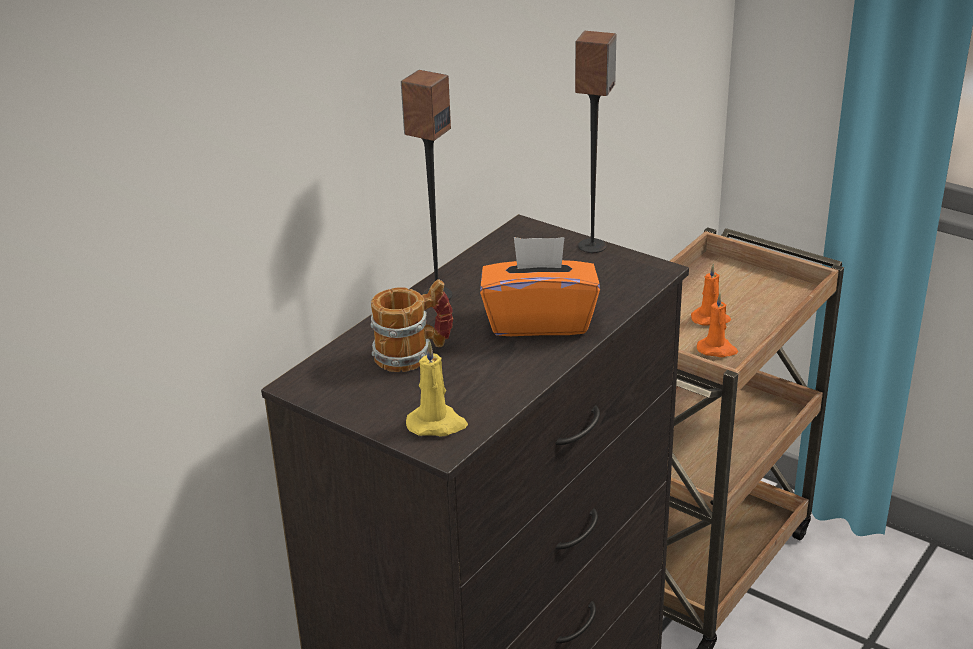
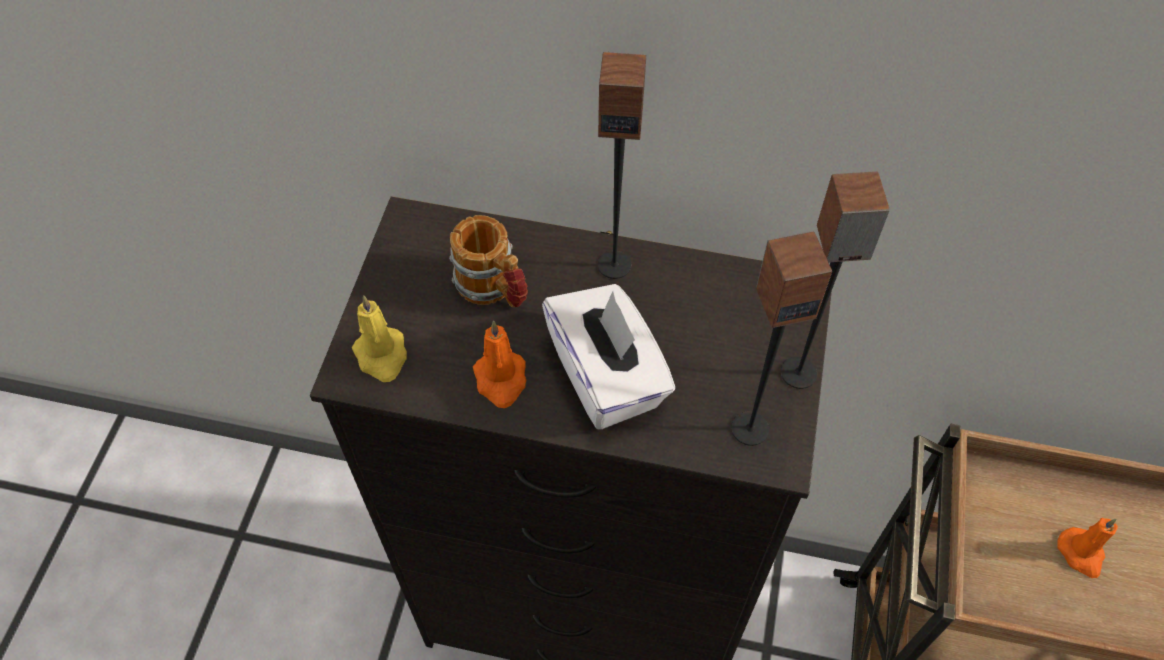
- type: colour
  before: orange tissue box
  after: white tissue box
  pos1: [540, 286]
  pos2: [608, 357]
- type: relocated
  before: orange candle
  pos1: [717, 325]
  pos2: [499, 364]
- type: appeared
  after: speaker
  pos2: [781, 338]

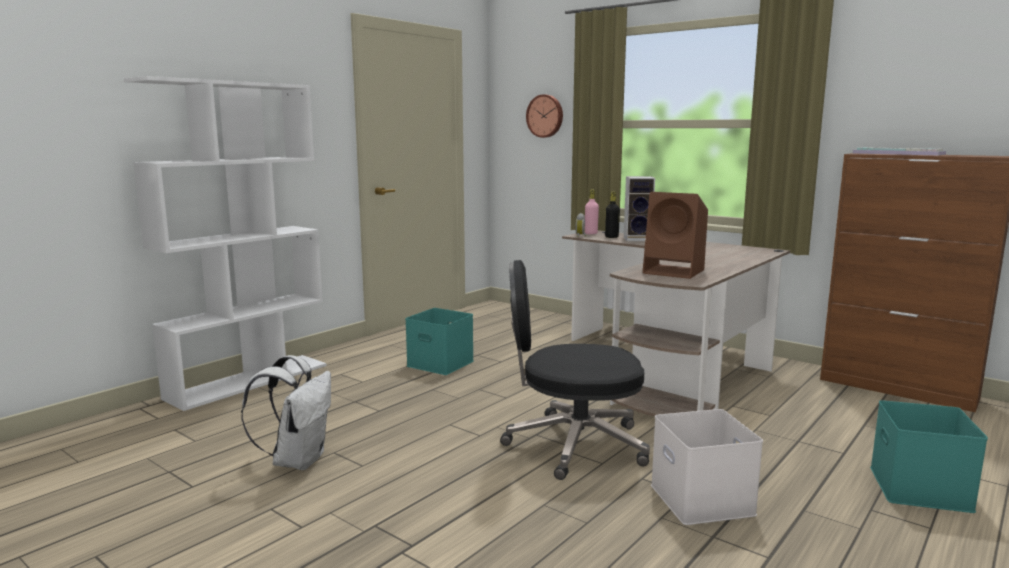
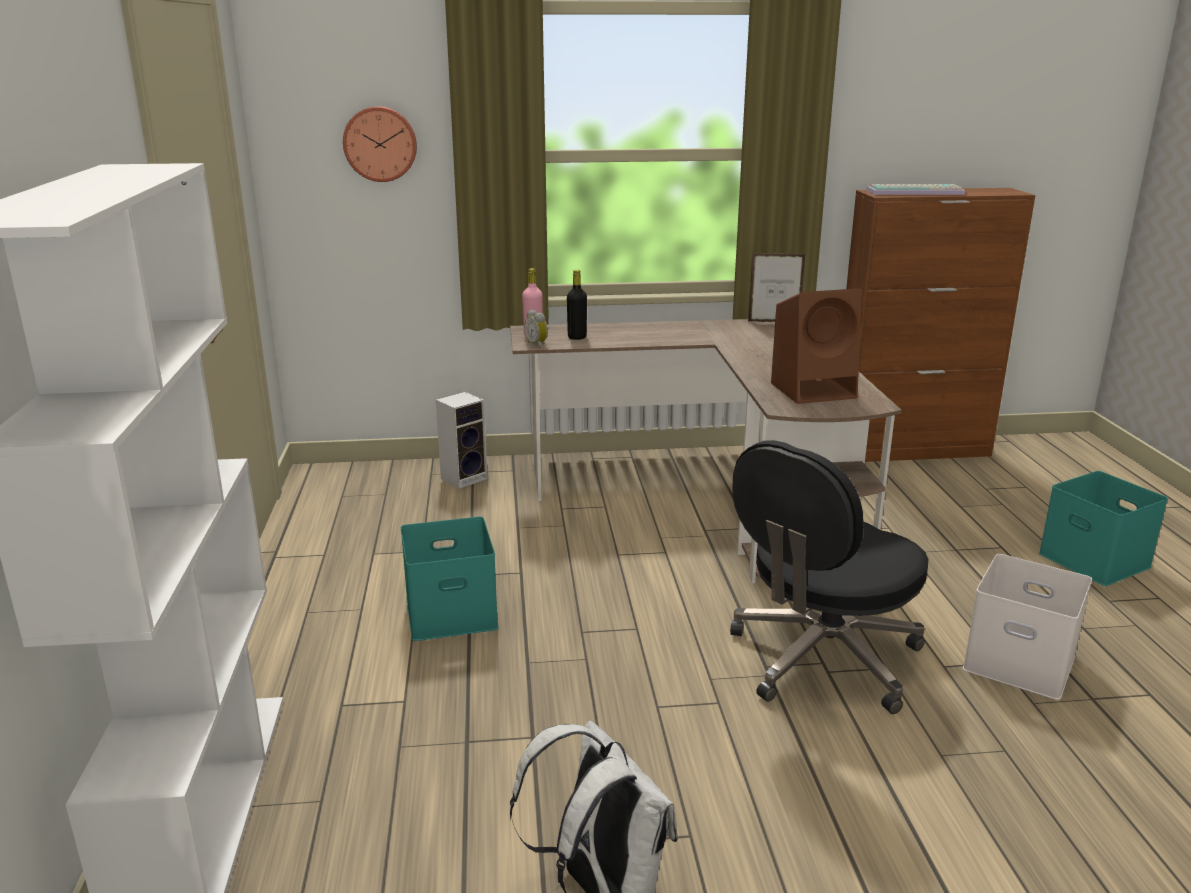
- type: relocated
  before: speaker
  pos1: [639, 208]
  pos2: [462, 440]
- type: appeared
  after: picture frame
  pos2: [776, 287]

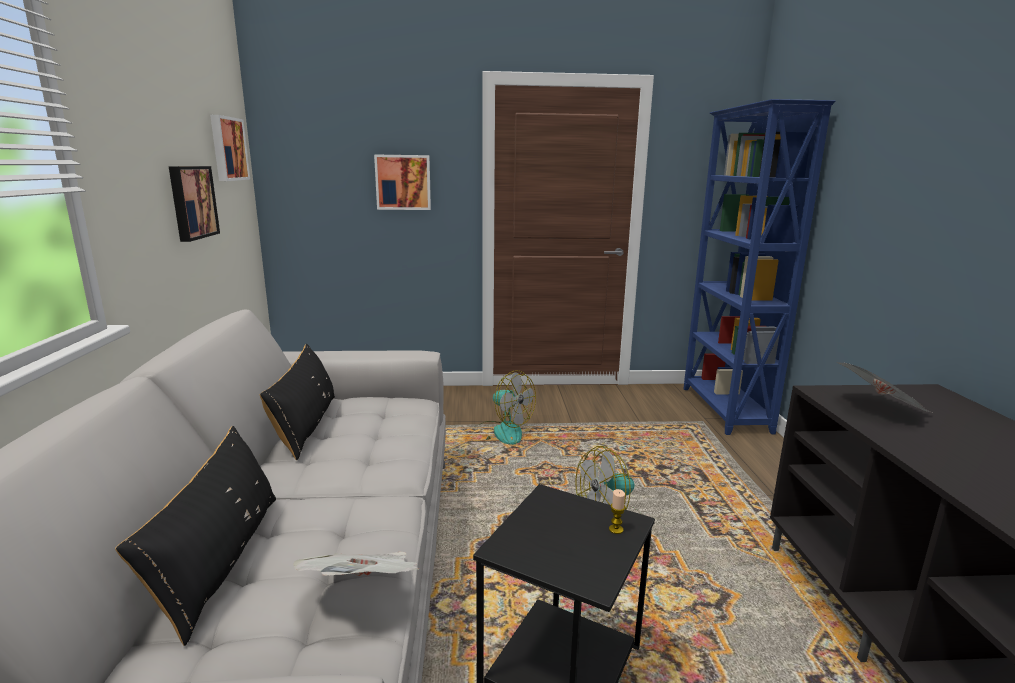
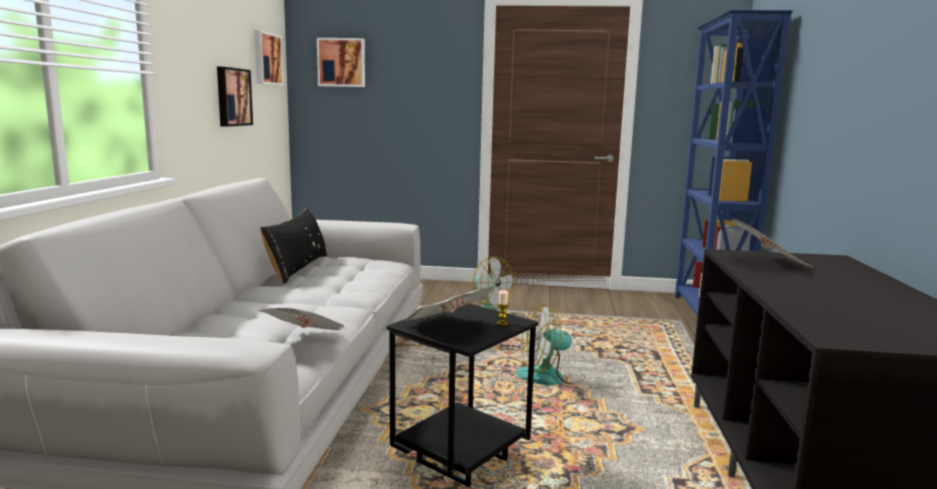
- type: missing
  before: black pillow
  pos1: [195, 536]
- type: relocated
  before: picture
  pos1: [402, 182]
  pos2: [341, 62]
- type: appeared
  after: newspaper
  pos2: [450, 304]

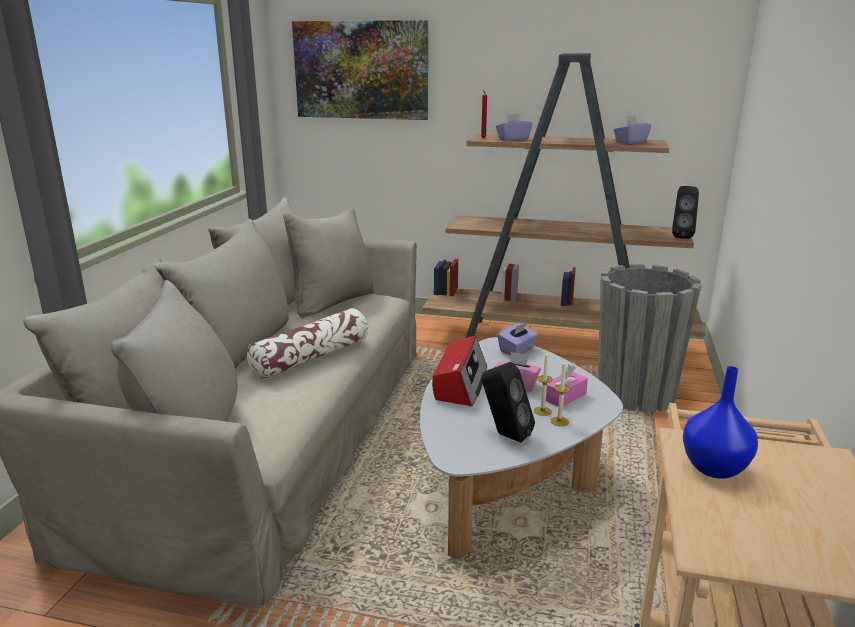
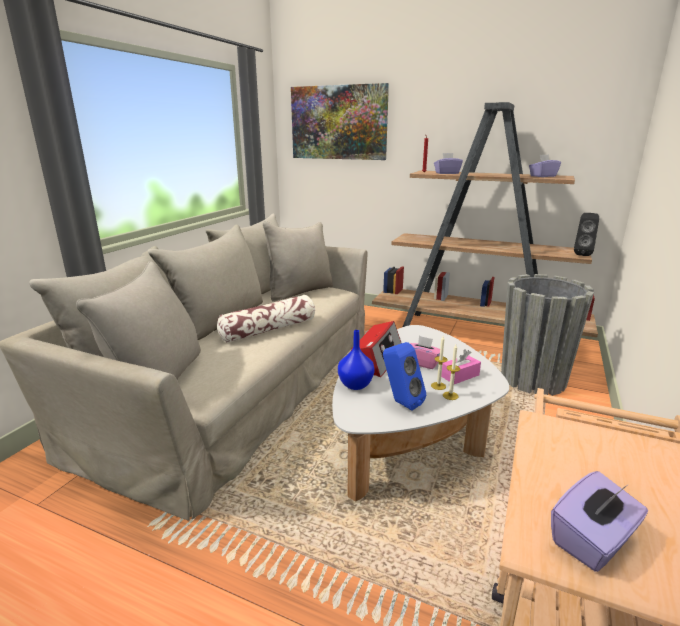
- type: colour
  before: black speaker
  after: blue speaker
  pos1: [508, 402]
  pos2: [404, 376]
- type: relocated
  before: purple tissue box
  pos1: [518, 338]
  pos2: [599, 521]
- type: relocated
  before: blue vase
  pos1: [720, 422]
  pos2: [356, 360]

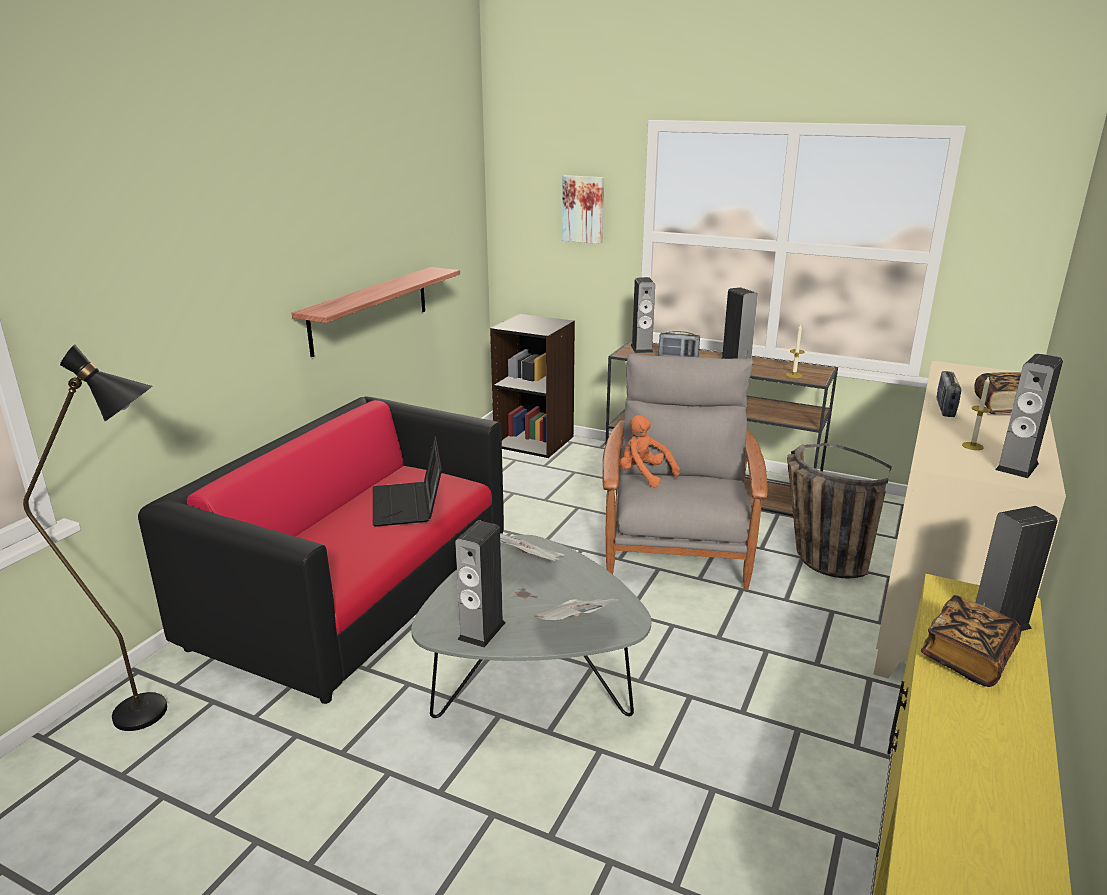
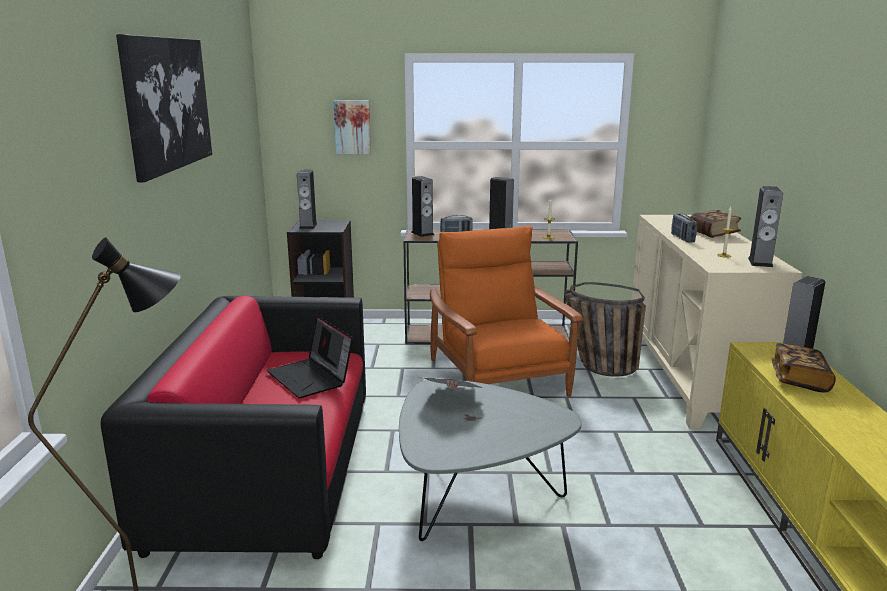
- type: missing
  before: shelf
  pos1: [376, 312]
- type: relocated
  before: speaker
  pos1: [480, 584]
  pos2: [307, 199]
- type: missing
  before: newspaper
  pos1: [576, 609]
- type: colour
  before: grey armchair
  after: orange armchair
  pos1: [685, 472]
  pos2: [506, 311]
- type: missing
  before: orange plush toy
  pos1: [649, 451]
- type: appeared
  after: picture
  pos2: [164, 108]

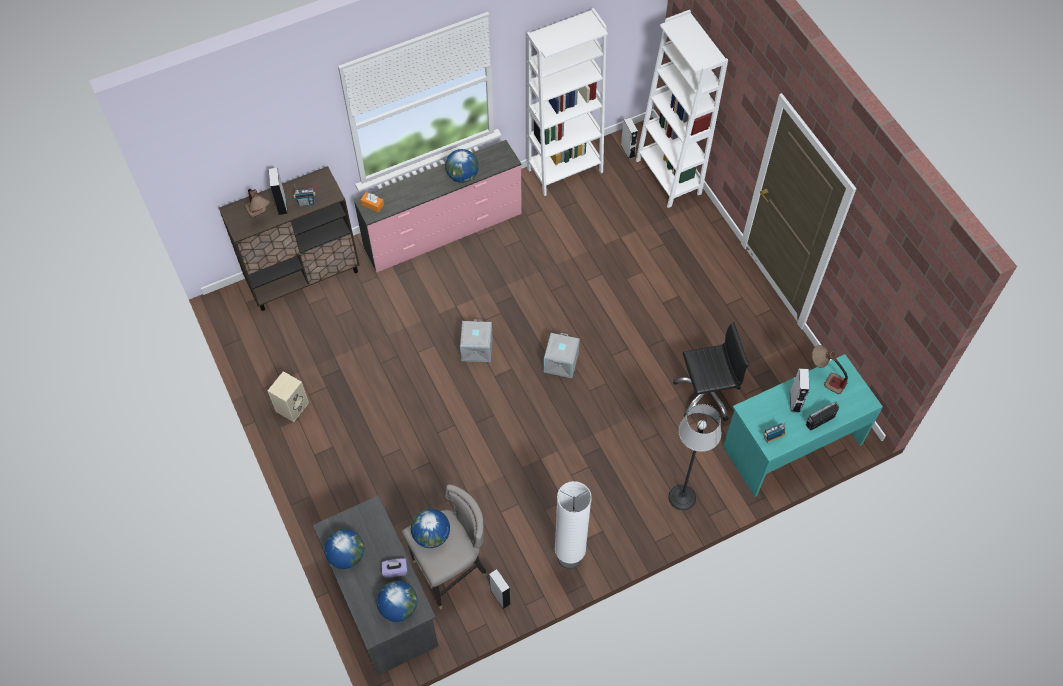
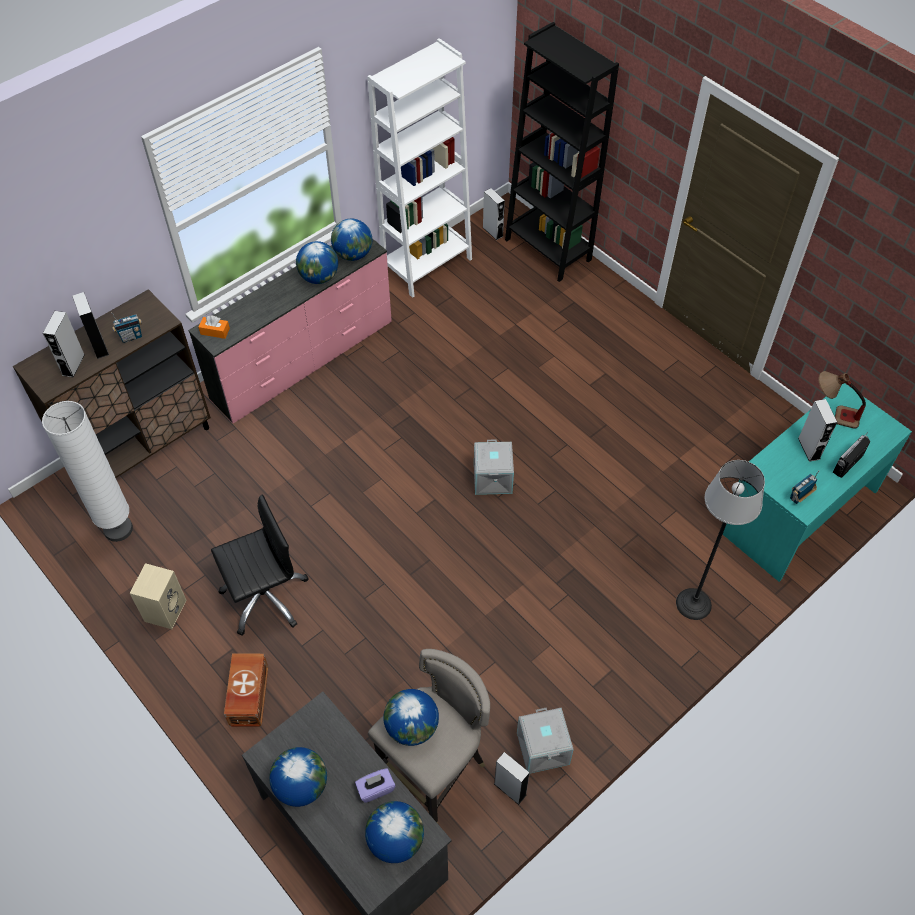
- type: exchanged
  before: table lamp
  after: grey speaker
  pos1: [257, 203]
  pos2: [64, 344]
- type: relocated
  before: grey storage box
  pos1: [476, 340]
  pos2: [545, 741]
- type: relocated
  before: white floor lamp
  pos1: [573, 525]
  pos2: [87, 471]
- type: colour
  before: white bookcase
  after: black bookcase
  pos1: [682, 109]
  pos2: [562, 152]
- type: relocated
  before: black office chair
  pos1: [711, 371]
  pos2: [260, 565]
- type: appeared
  after: brown storage box
  pos2: [246, 690]
- type: appeared
  after: globe
  pos2: [351, 240]

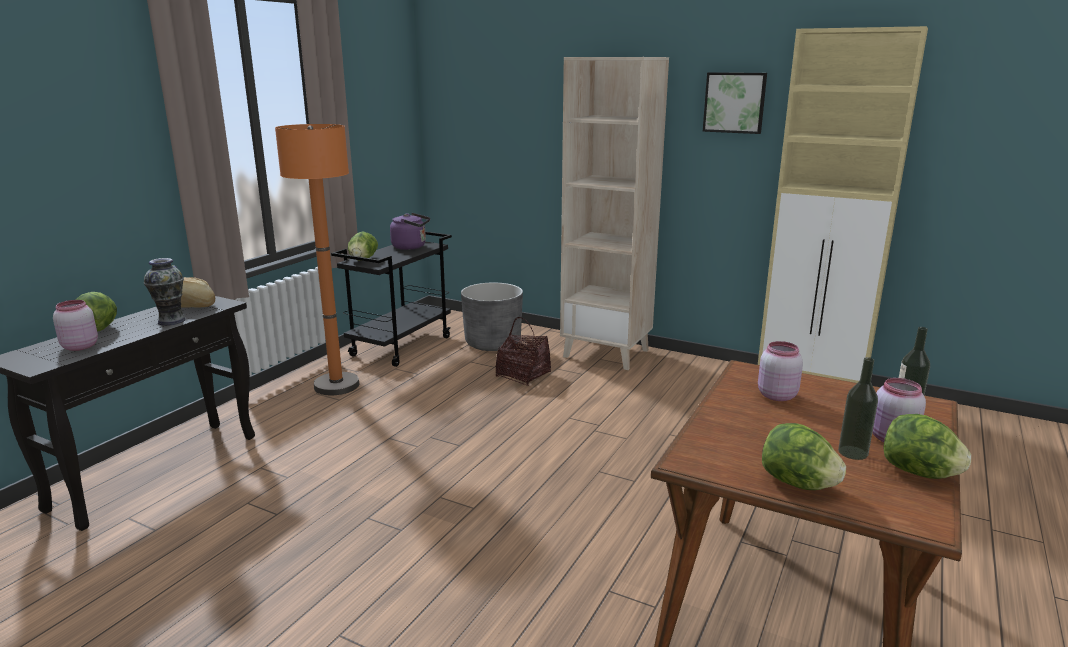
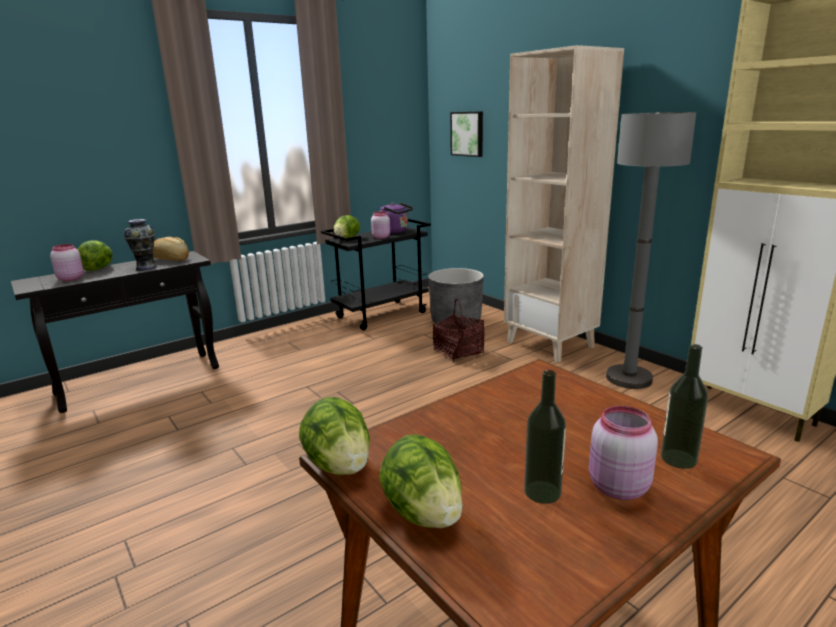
- type: missing
  before: orange floor lamp
  pos1: [317, 259]
- type: relocated
  before: picture
  pos1: [735, 103]
  pos2: [466, 134]
- type: relocated
  before: pink jar
  pos1: [780, 371]
  pos2: [380, 225]
- type: relocated
  before: lettuce
  pos1: [927, 446]
  pos2: [334, 436]
- type: appeared
  after: grey floor lamp
  pos2: [651, 250]

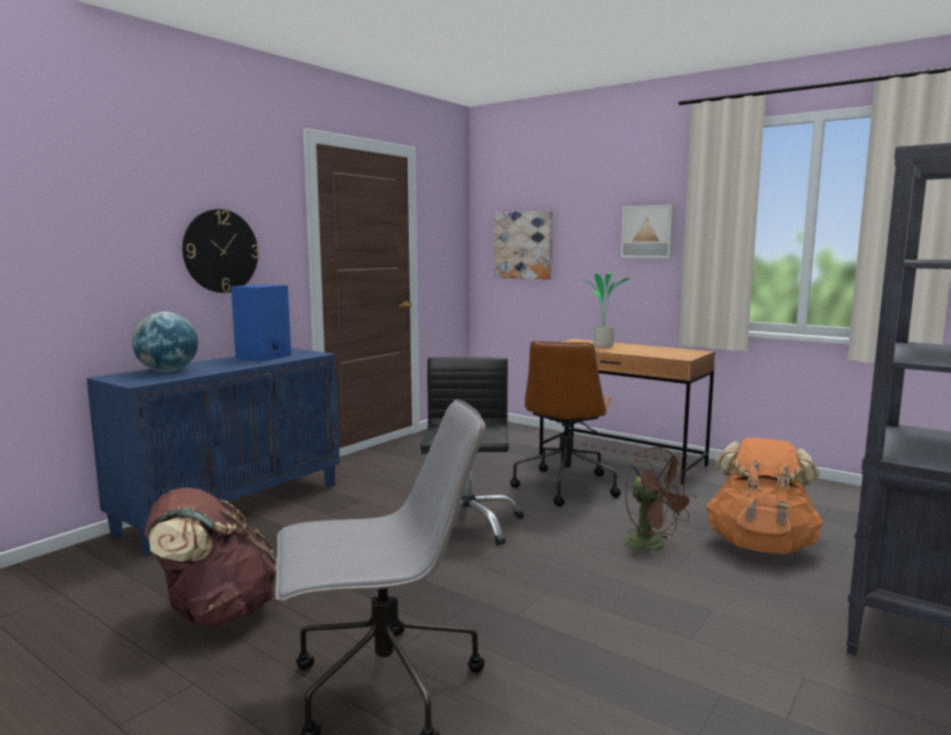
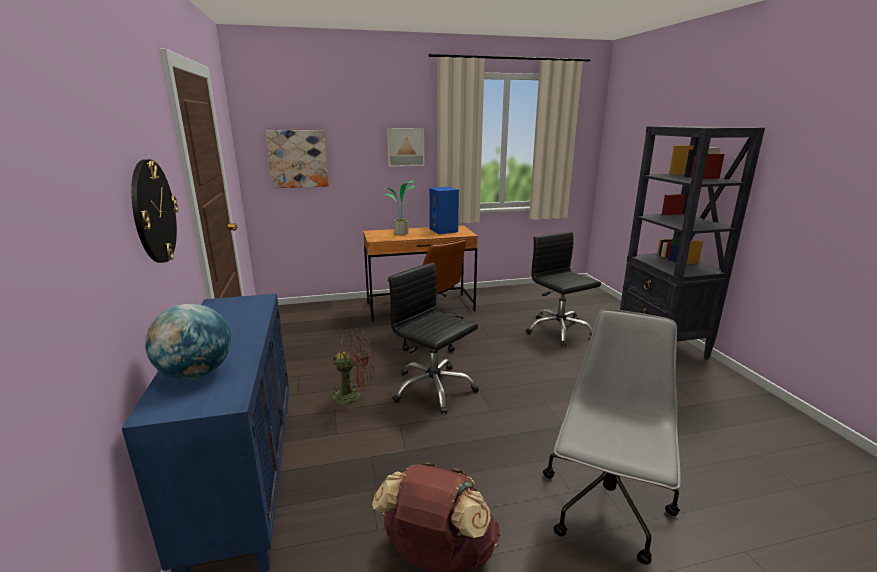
- type: relocated
  before: blue speaker
  pos1: [261, 323]
  pos2: [444, 210]
- type: relocated
  before: brown fan
  pos1: [661, 502]
  pos2: [351, 370]
- type: exchanged
  before: orange backpack
  after: black office chair
  pos1: [765, 495]
  pos2: [563, 289]

